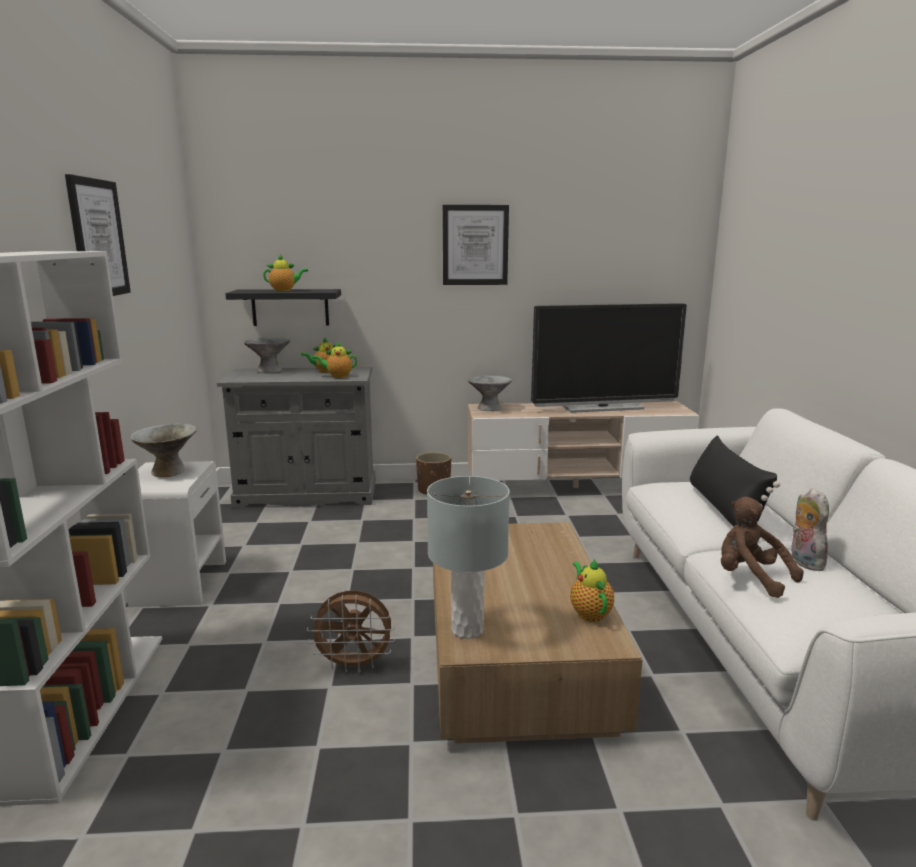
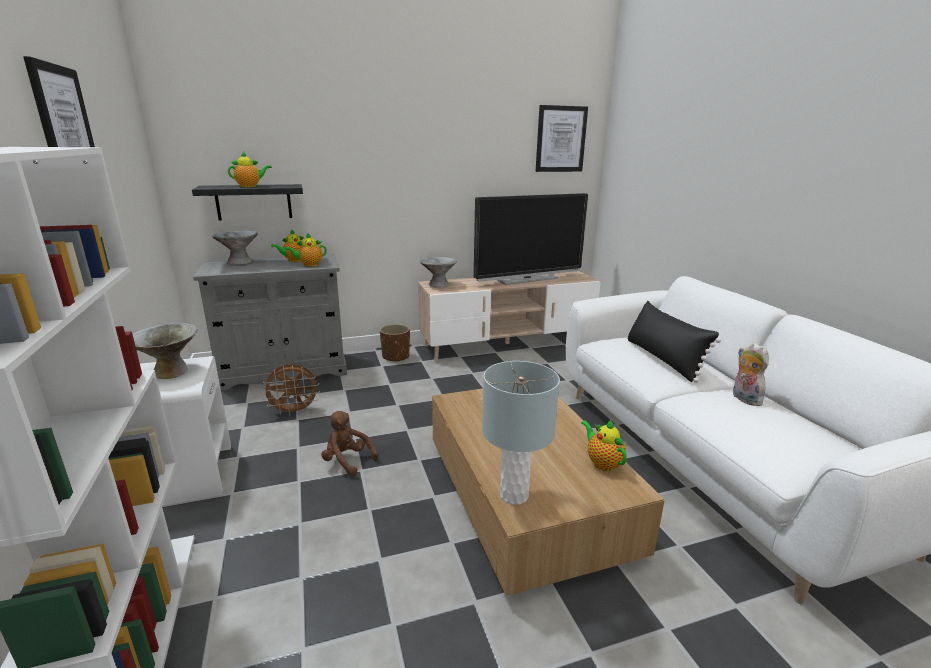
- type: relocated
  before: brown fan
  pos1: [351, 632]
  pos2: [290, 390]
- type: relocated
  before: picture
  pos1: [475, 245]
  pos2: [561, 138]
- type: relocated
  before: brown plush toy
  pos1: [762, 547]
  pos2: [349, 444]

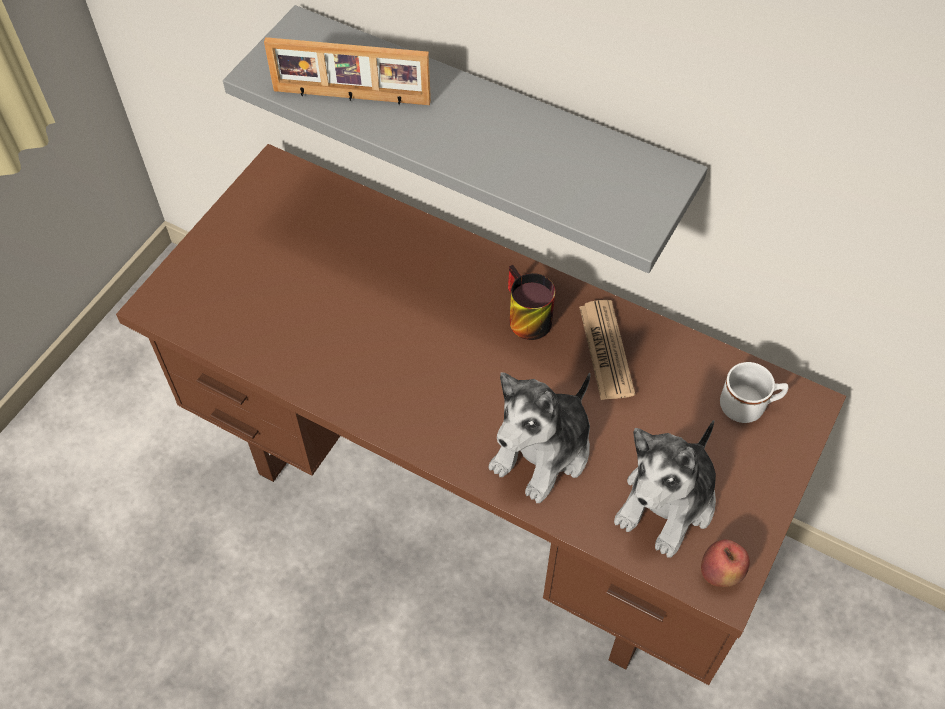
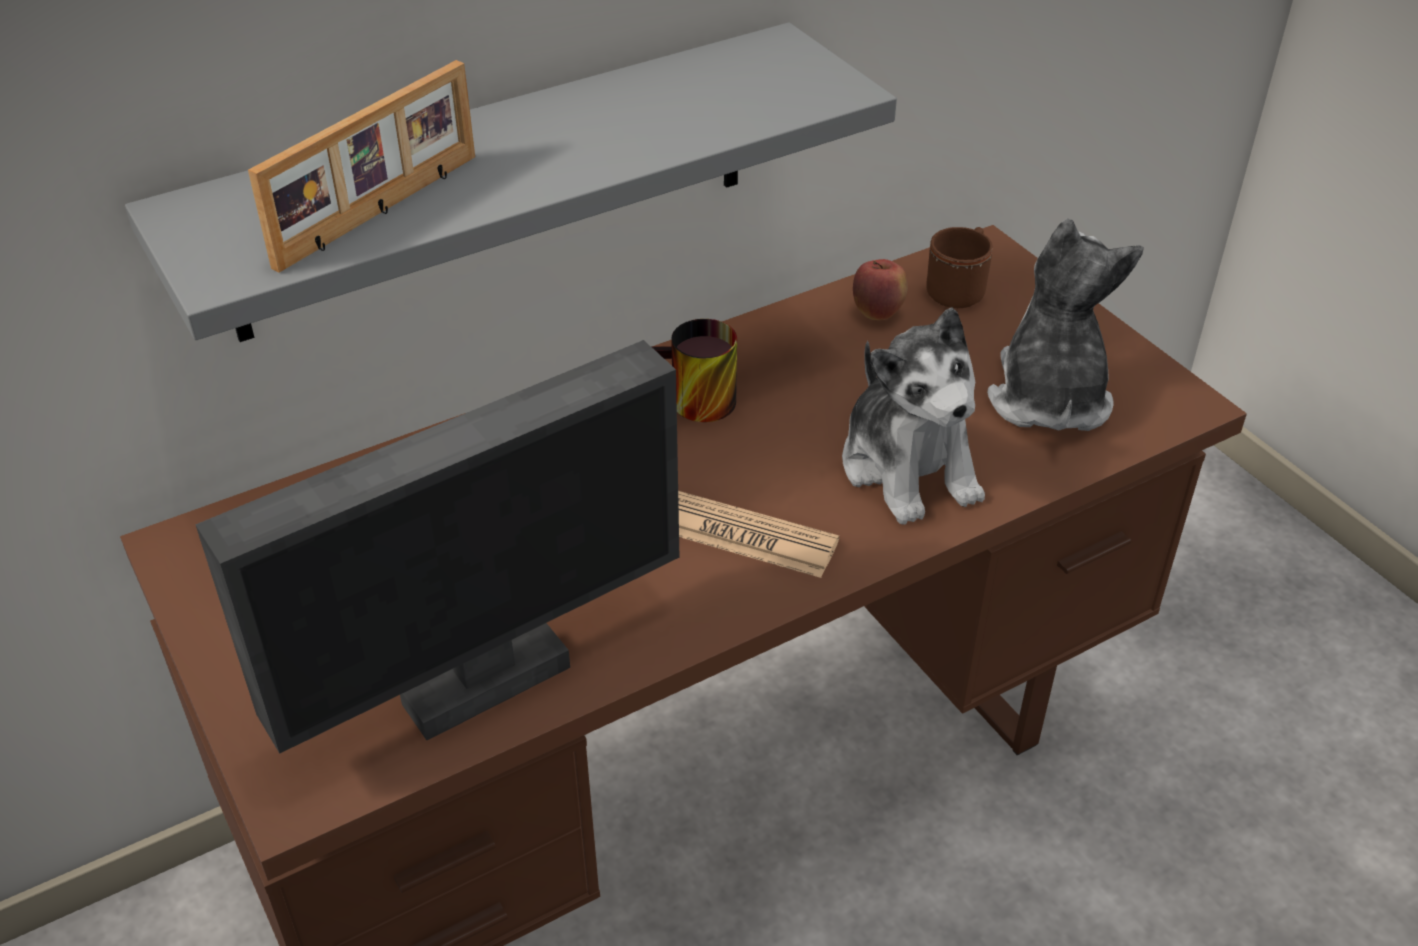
- type: relocated
  before: newspaper
  pos1: [607, 350]
  pos2: [758, 534]
- type: spun
  before: plush toy
  pos1: [665, 489]
  pos2: [1065, 324]
  turn: -150
- type: relocated
  before: apple
  pos1: [725, 563]
  pos2: [880, 289]
- type: colour
  before: white mug
  after: brown mug
  pos1: [754, 392]
  pos2: [959, 267]
- type: appeared
  after: monitor
  pos2: [437, 547]

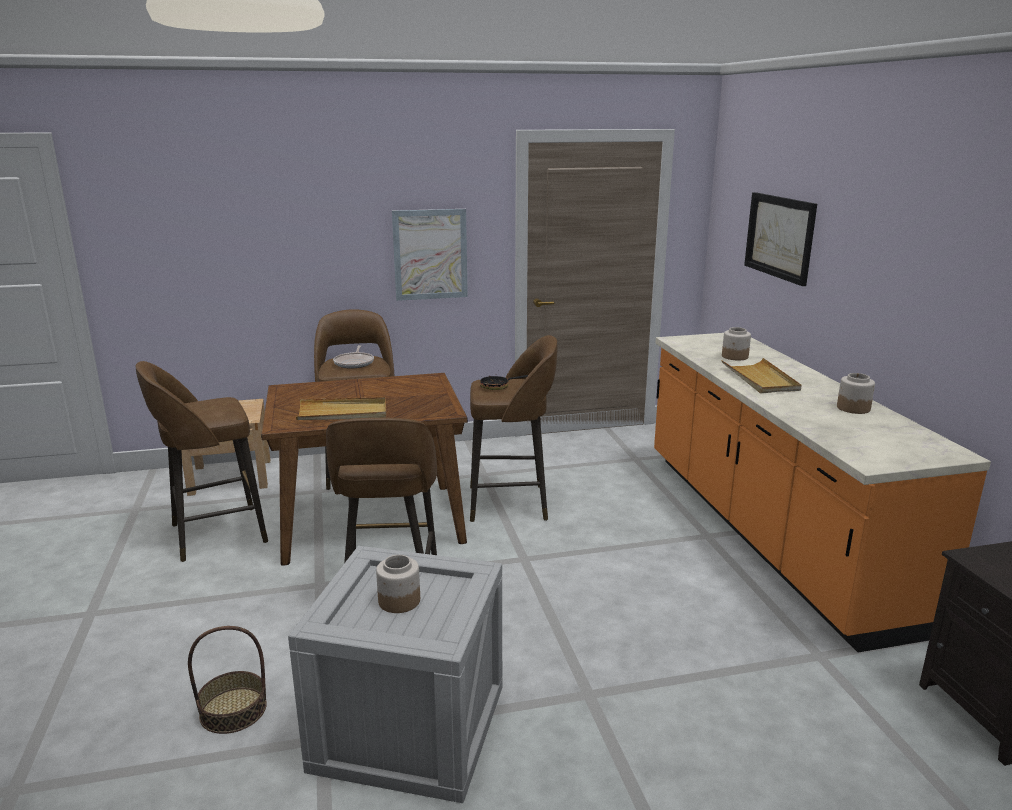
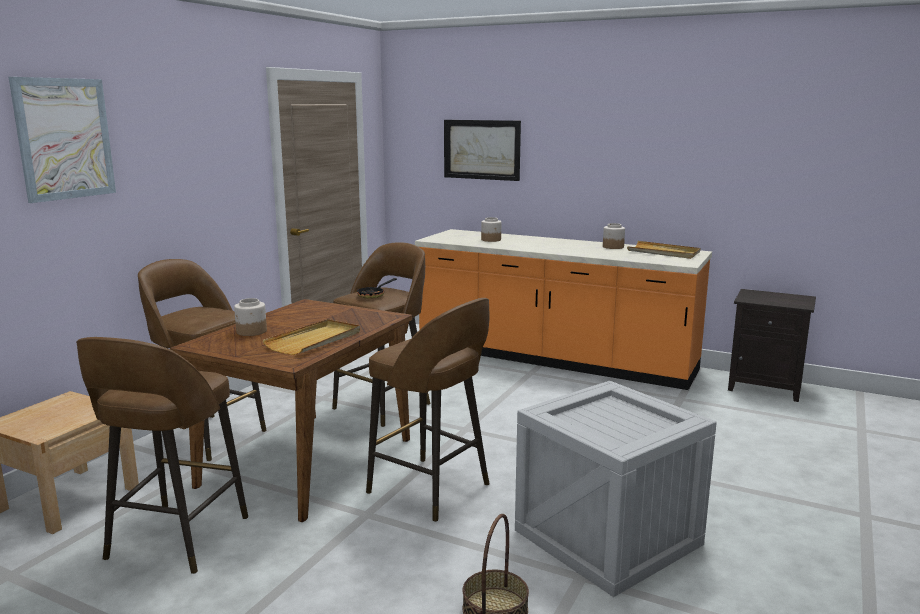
- type: missing
  before: frying pan
  pos1: [353, 356]
- type: relocated
  before: jar
  pos1: [398, 584]
  pos2: [250, 317]
- type: relocated
  before: picture
  pos1: [430, 255]
  pos2: [62, 140]
- type: relocated
  before: beige tray
  pos1: [761, 375]
  pos2: [663, 250]

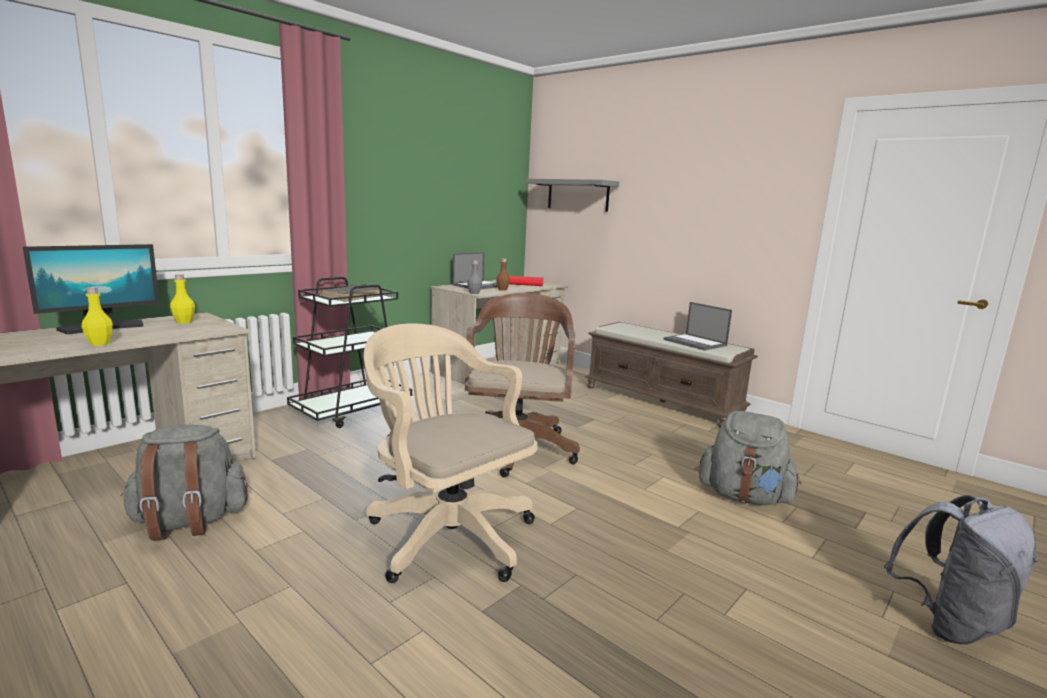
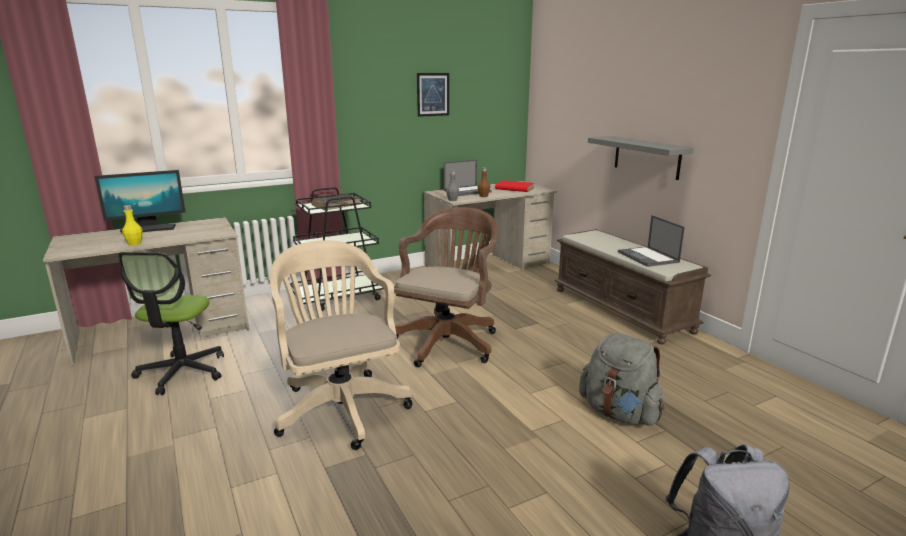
- type: exchanged
  before: grey backpack
  after: office chair
  pos1: [184, 482]
  pos2: [171, 323]
- type: missing
  before: yellow bottle
  pos1: [182, 299]
- type: relocated
  before: grey shelf
  pos1: [572, 195]
  pos2: [641, 158]
- type: appeared
  after: picture
  pos2: [433, 95]

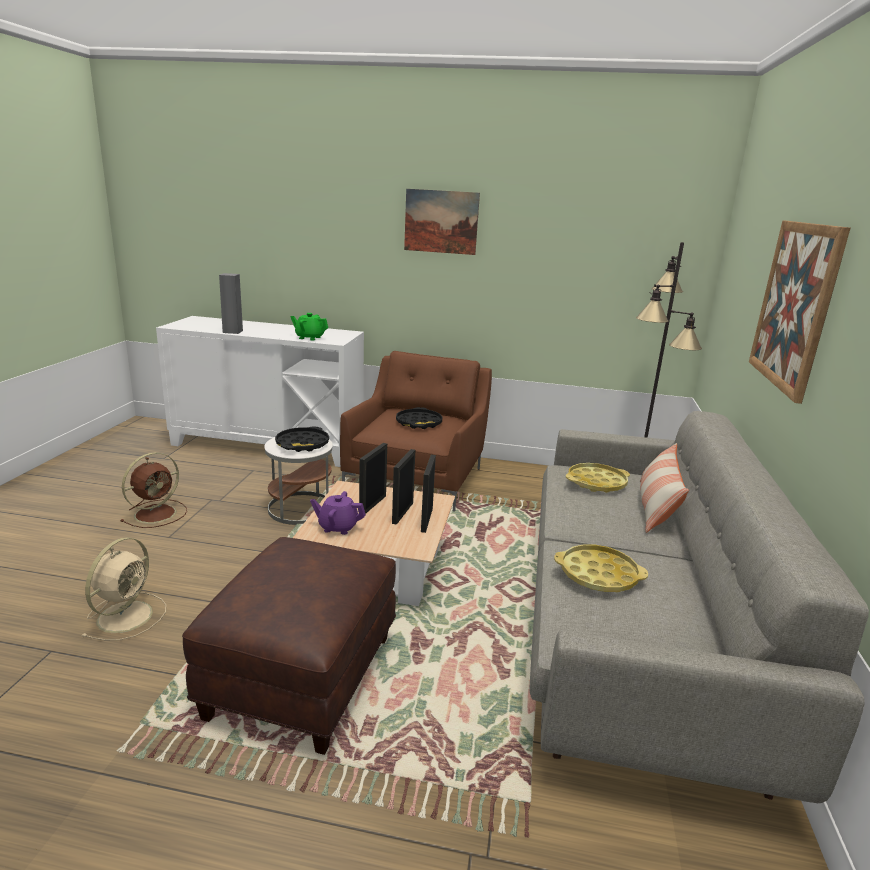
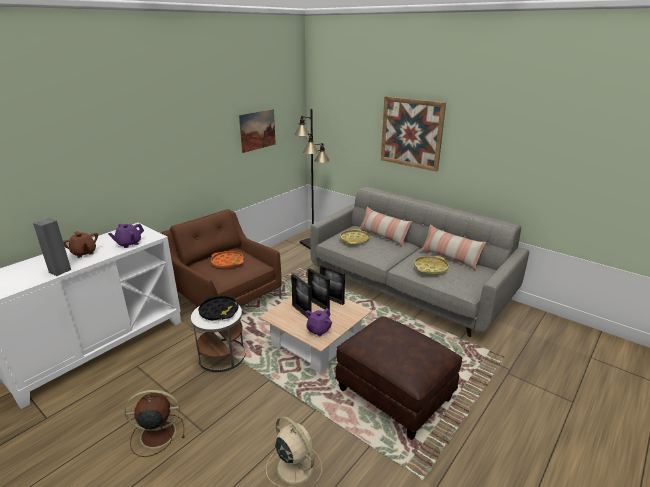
- type: spun
  before: brown fan
  pos1: [153, 490]
  pos2: [154, 423]
  turn: -75
- type: colour
  before: green teapot
  after: purple teapot
  pos1: [309, 327]
  pos2: [126, 235]
- type: colour
  before: black tray
  after: orange tray
  pos1: [419, 418]
  pos2: [227, 260]
- type: relocated
  before: picture
  pos1: [442, 222]
  pos2: [257, 131]
- type: appeared
  after: brown teapot
  pos2: [80, 244]
- type: appeared
  after: pillow
  pos2: [453, 247]

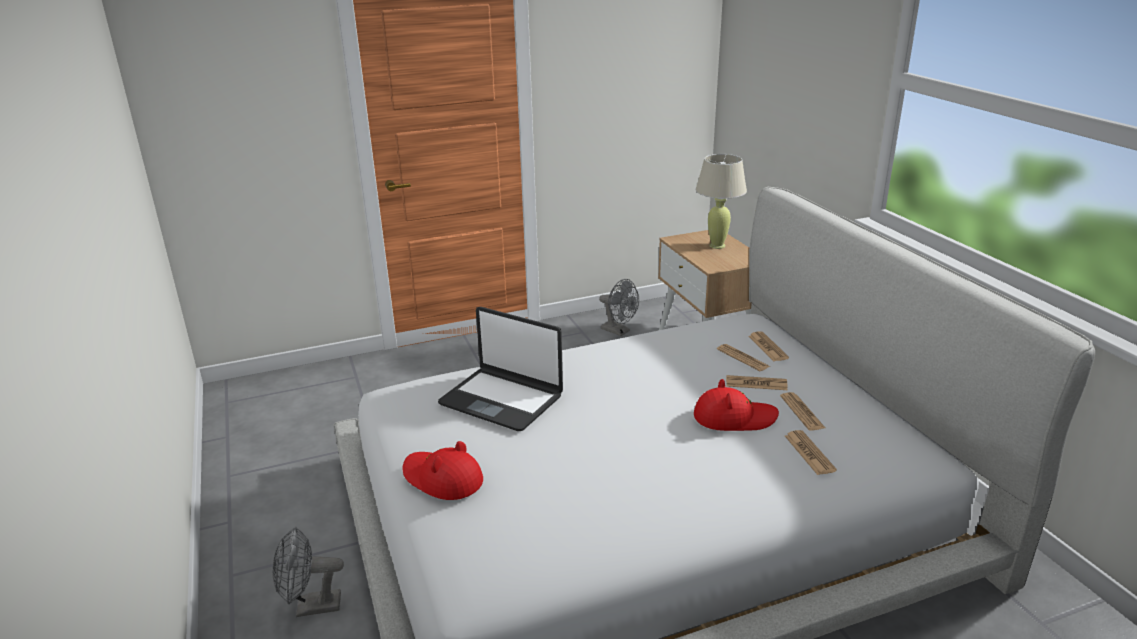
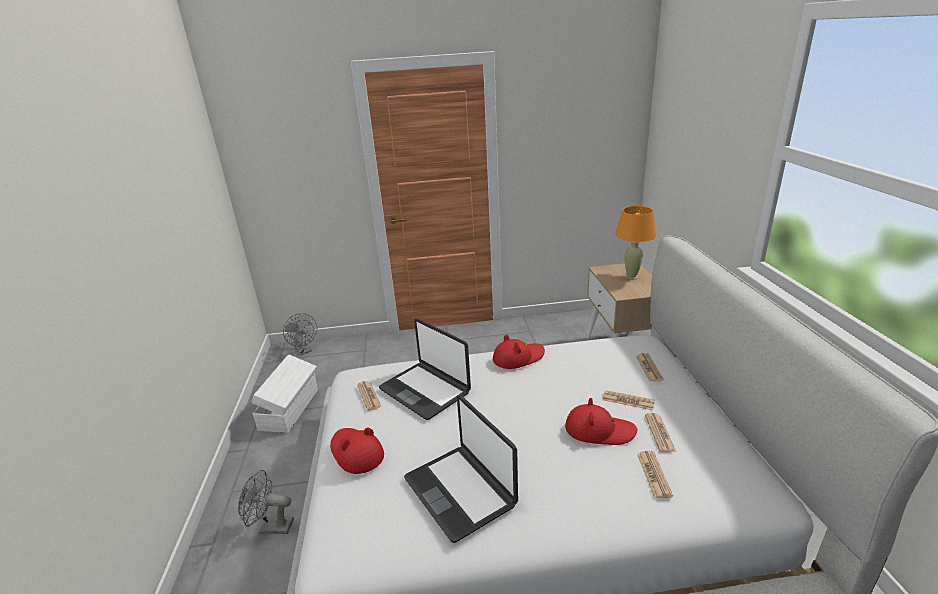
- type: relocated
  before: grey fan
  pos1: [619, 307]
  pos2: [300, 334]
- type: colour
  before: beige table lamp
  after: orange table lamp
  pos1: [721, 201]
  pos2: [636, 242]
- type: relocated
  before: newspaper
  pos1: [743, 357]
  pos2: [369, 396]
- type: appeared
  after: white storage box
  pos2: [285, 393]
- type: appeared
  after: laptop
  pos2: [461, 469]
- type: appeared
  after: red hat
  pos2: [519, 352]

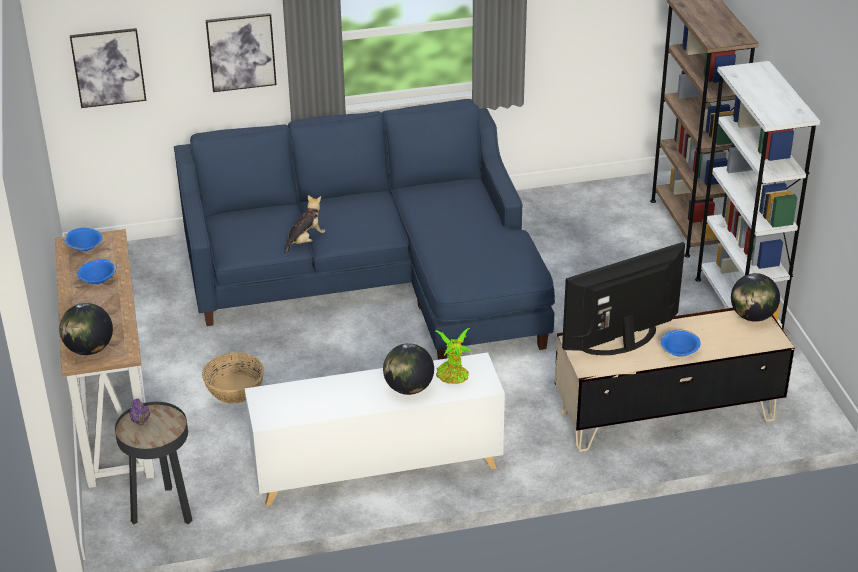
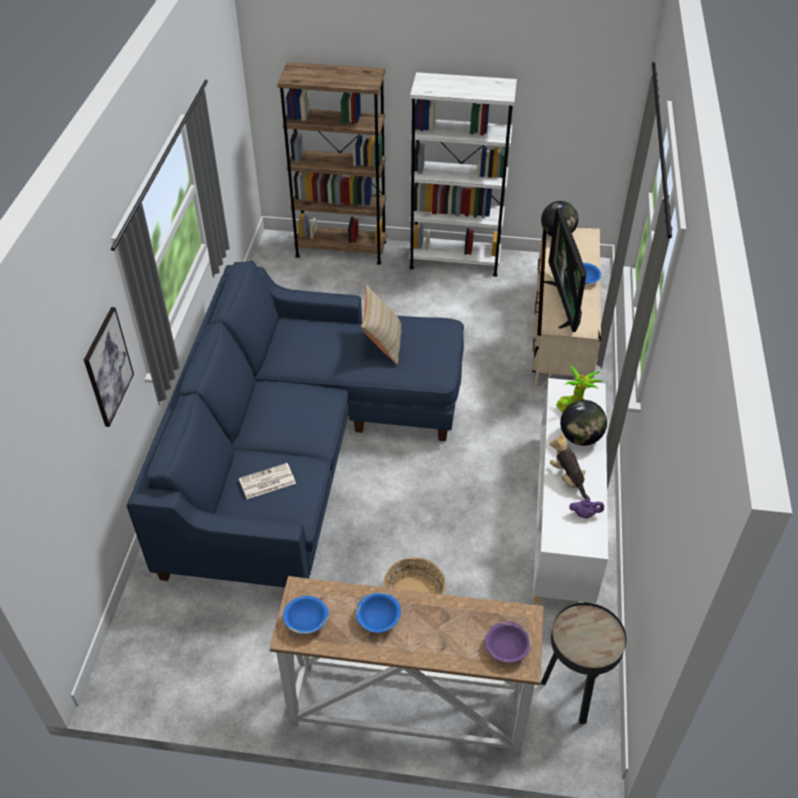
- type: exchanged
  before: globe
  after: purple bowl
  pos1: [86, 329]
  pos2: [508, 642]
- type: missing
  before: picture
  pos1: [108, 68]
- type: relocated
  before: purple teapot
  pos1: [139, 412]
  pos2: [586, 509]
- type: relocated
  before: plush toy
  pos1: [304, 225]
  pos2: [570, 466]
- type: appeared
  after: newspaper
  pos2: [267, 481]
- type: appeared
  after: beige pillow
  pos2: [381, 324]

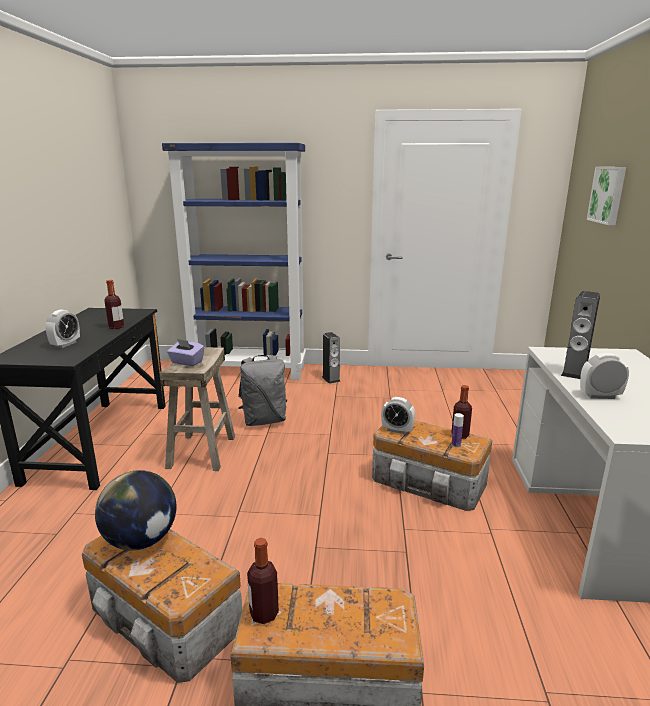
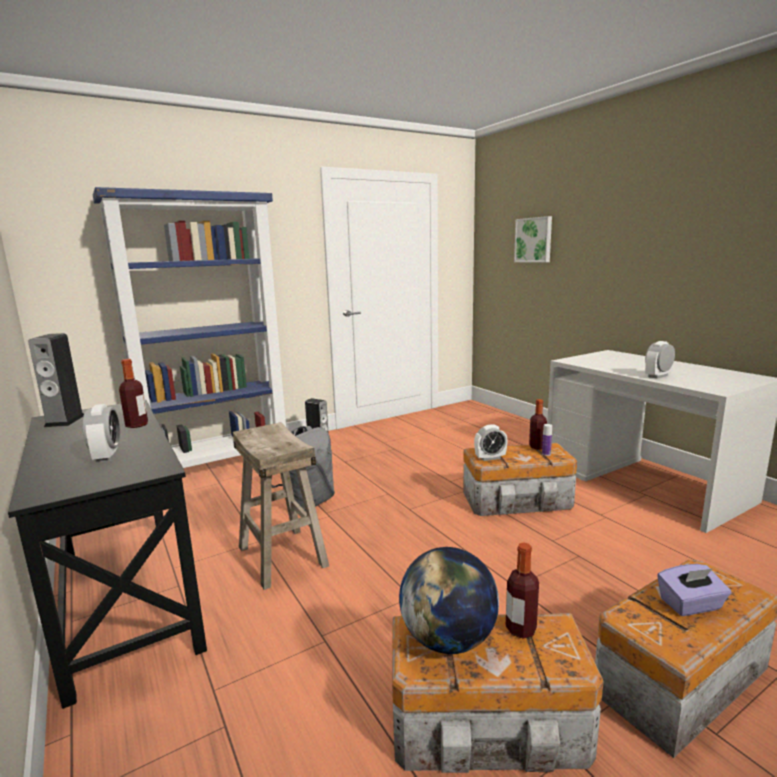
- type: relocated
  before: purple tissue box
  pos1: [186, 352]
  pos2: [694, 590]
- type: relocated
  before: bottle
  pos1: [263, 581]
  pos2: [522, 590]
- type: relocated
  before: speaker
  pos1: [580, 335]
  pos2: [56, 380]

